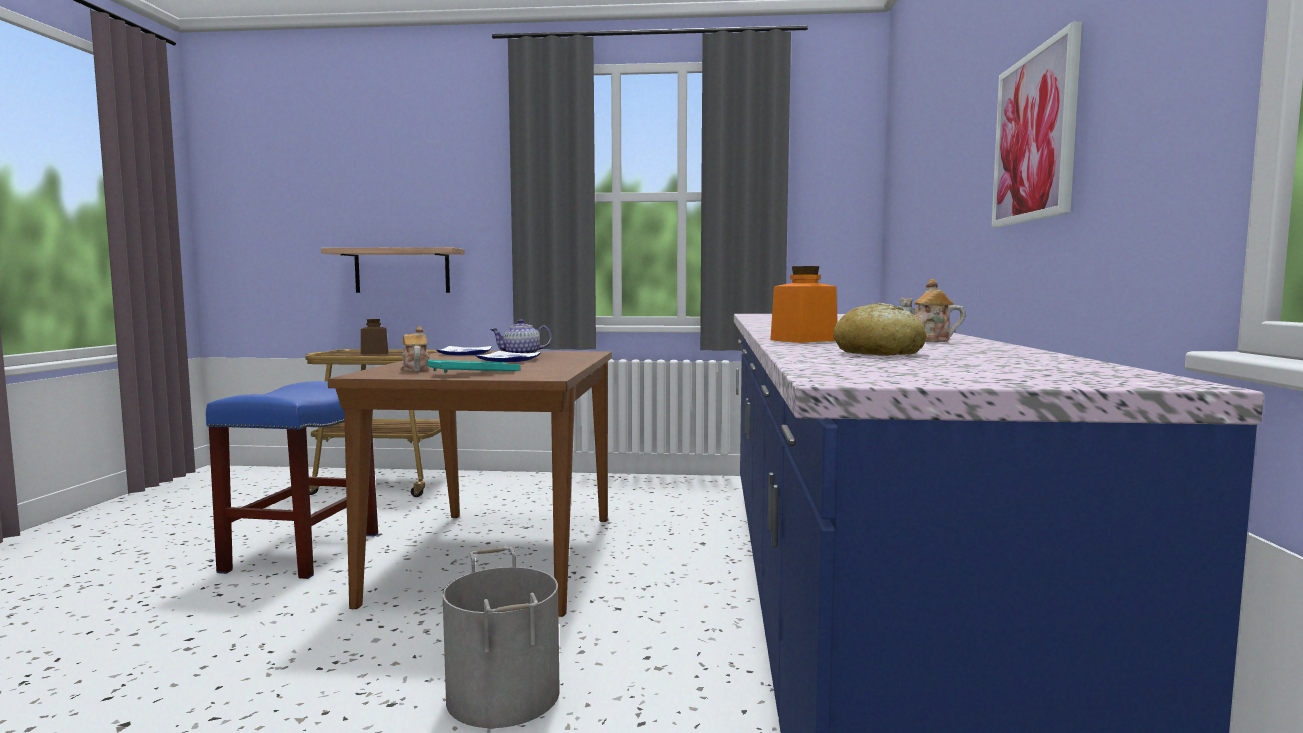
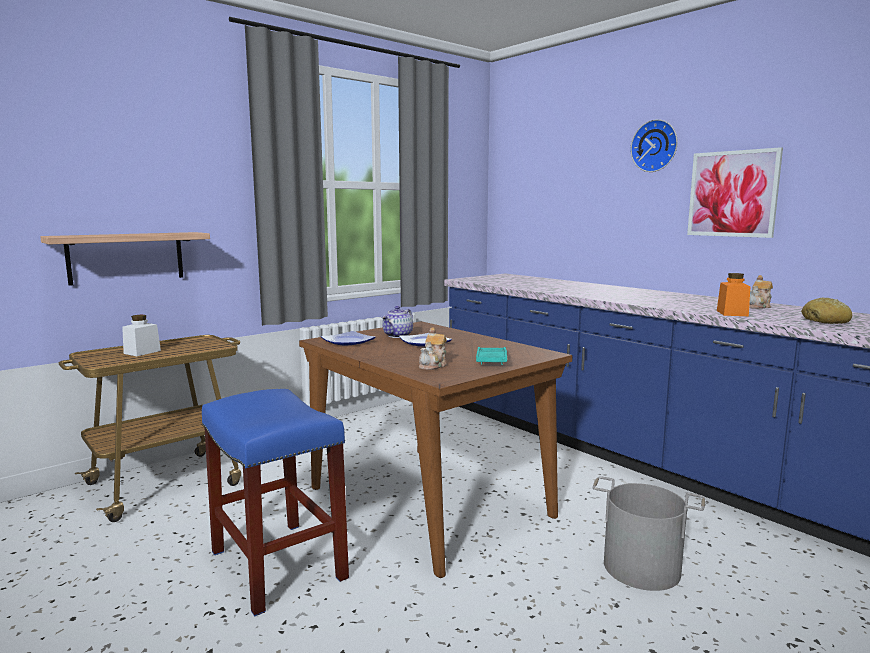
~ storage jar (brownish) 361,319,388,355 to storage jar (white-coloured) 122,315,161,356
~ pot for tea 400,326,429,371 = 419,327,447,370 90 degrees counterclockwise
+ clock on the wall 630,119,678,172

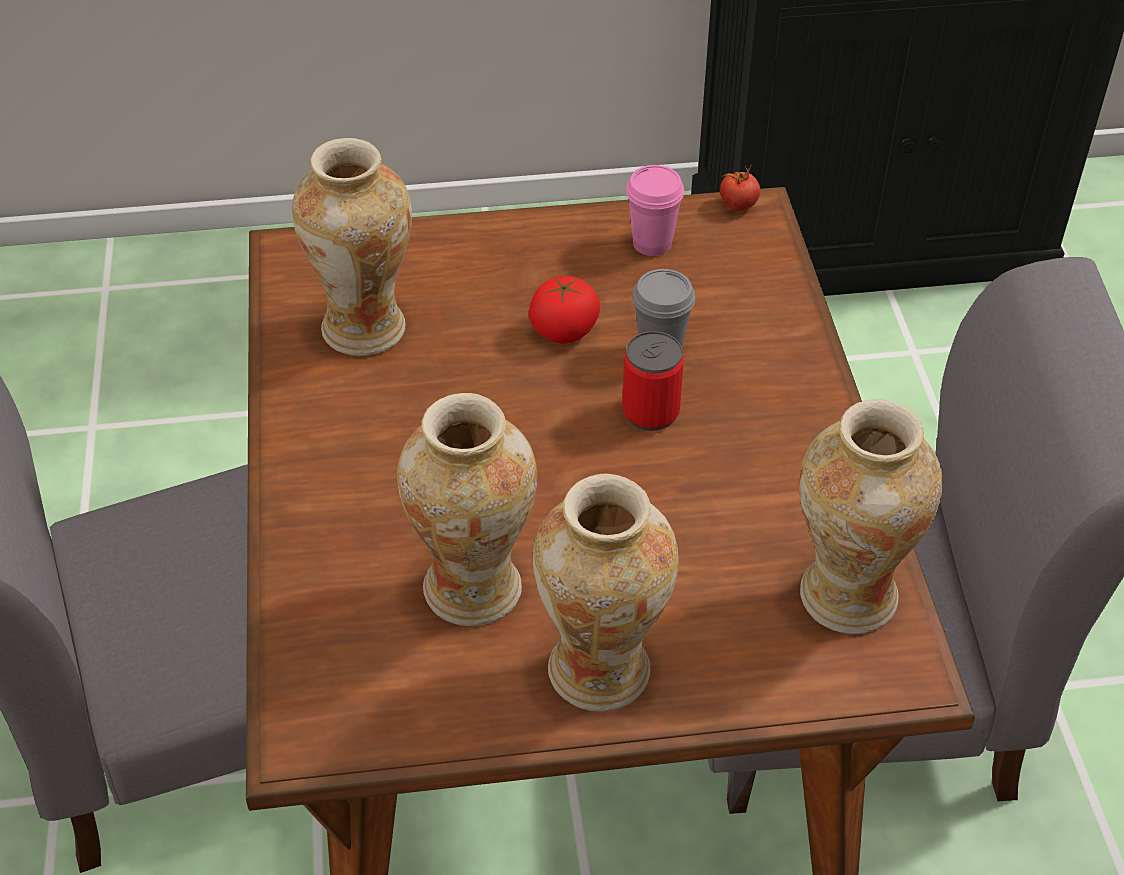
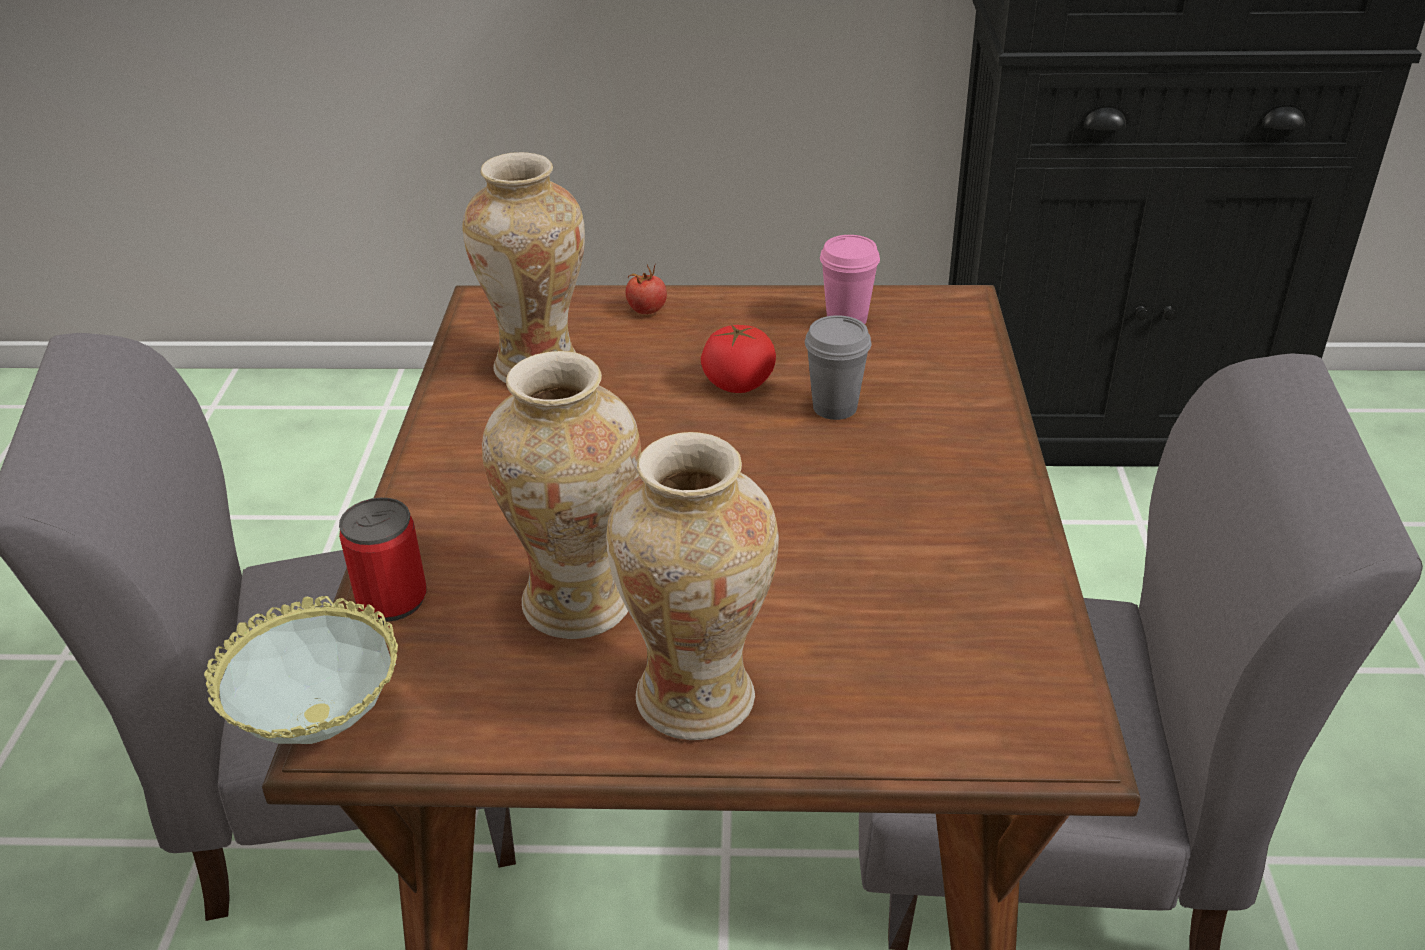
~ can 622,331,684,431 to 339,498,427,622
~ tomato 720,164,760,211 to 625,264,667,314
- flower vase 799,399,942,634
+ deep dish 204,596,398,744

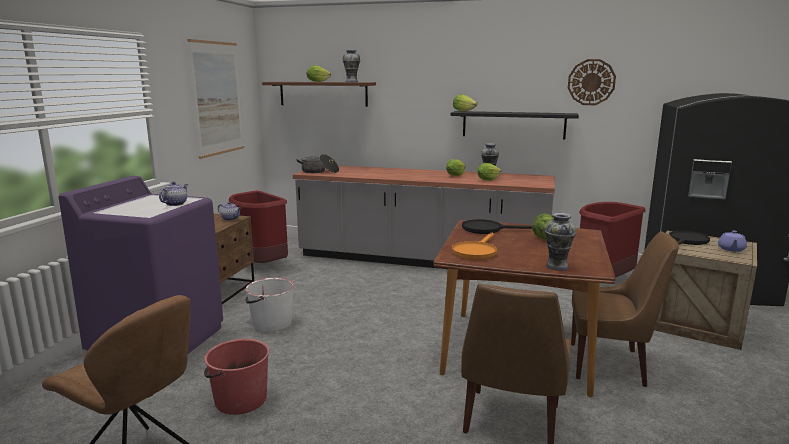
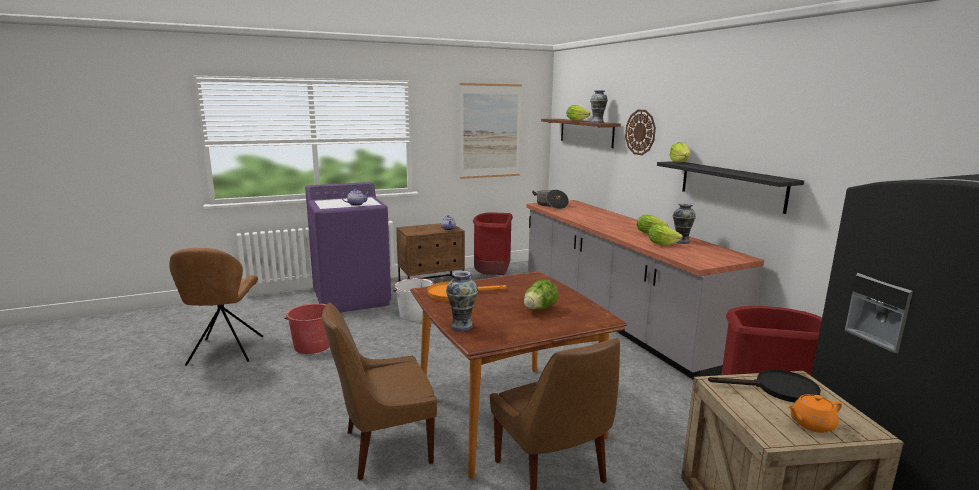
- frying pan (black) 462,219,532,234
~ clock on the wall 568,59,616,105 to 625,110,656,155
~ pot for tea (purple) 718,230,747,252 to pot for tea (orange-coloured) 787,394,842,433

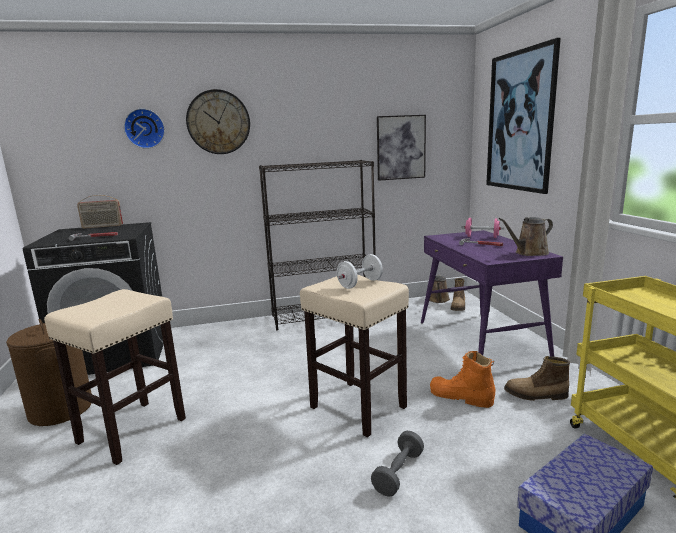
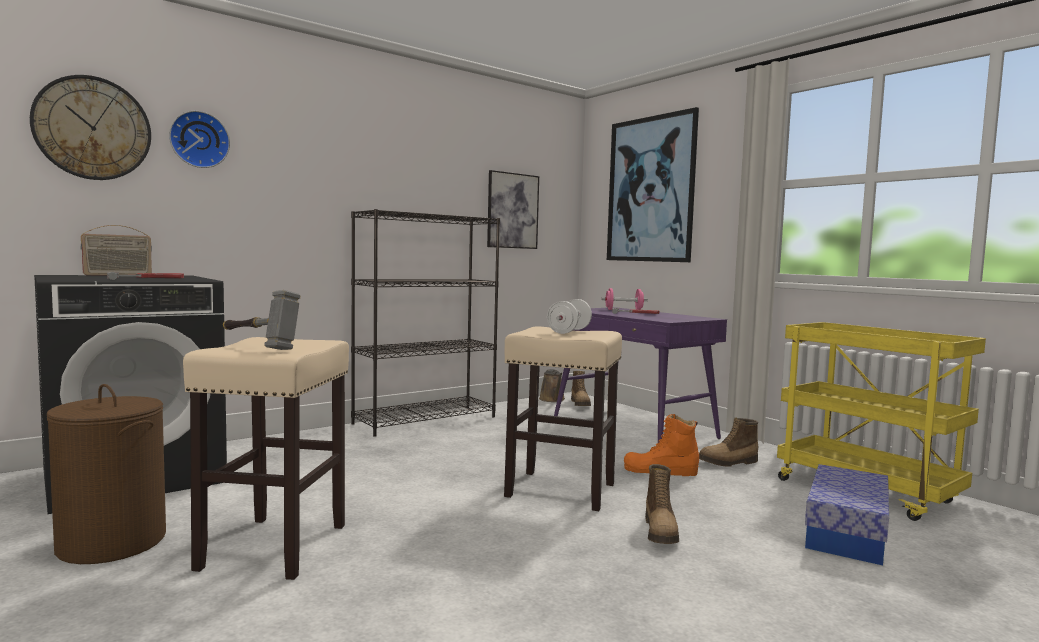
~ clock on the wall 186,89,250,154 to 30,75,151,180
~ free weight (gray) 371,431,424,497 to high-top boot 645,464,679,544
- sprinkling can (brownish) 499,217,553,256
+ hammer 223,290,300,350

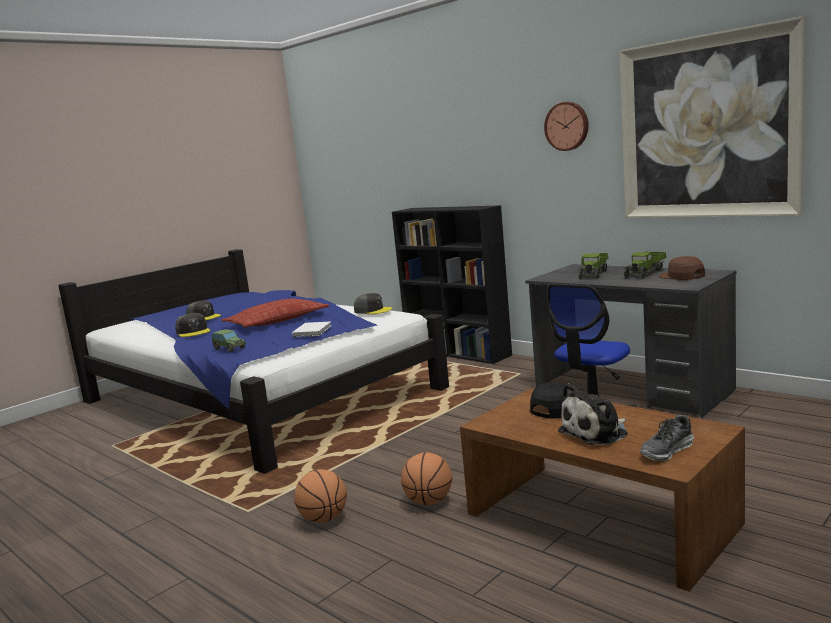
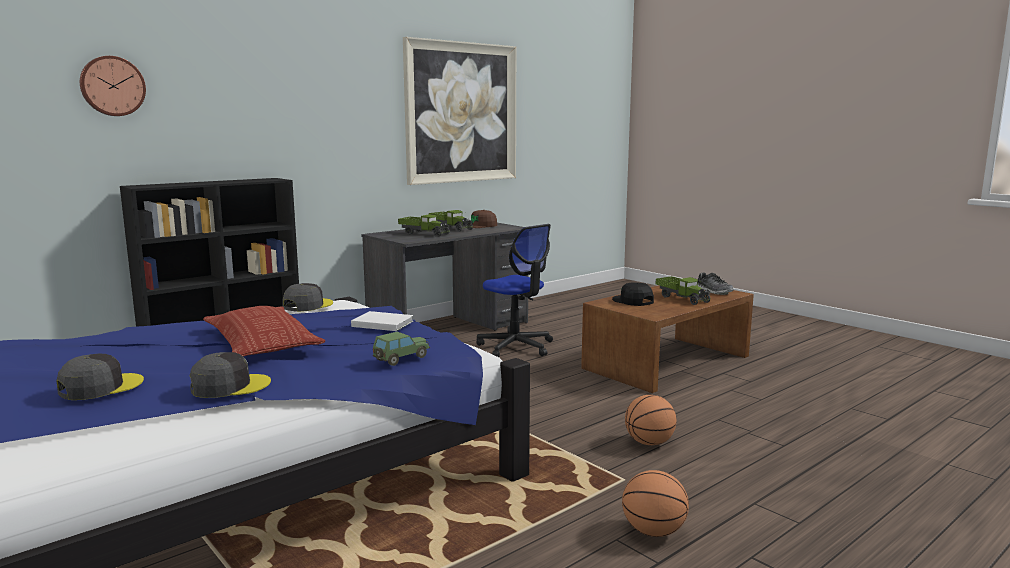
~ basketball 401,452,452,505 to 622,470,689,537
~ clock on the wall 544,102,589,151 to 80,56,146,116
~ cuddly toy 558,383,628,445 to toy lorry 656,276,711,305

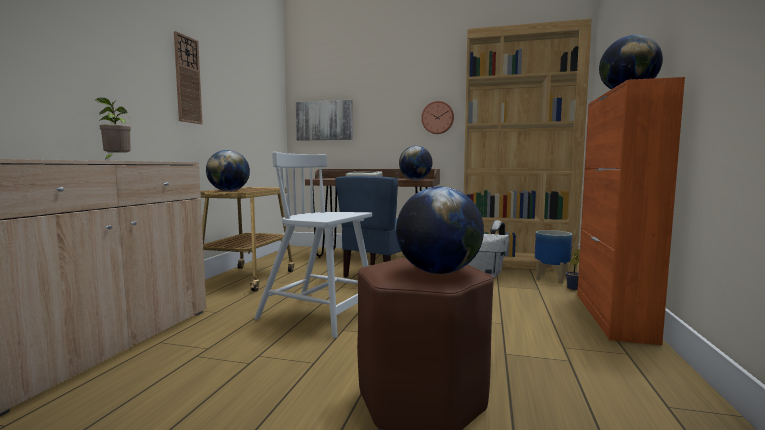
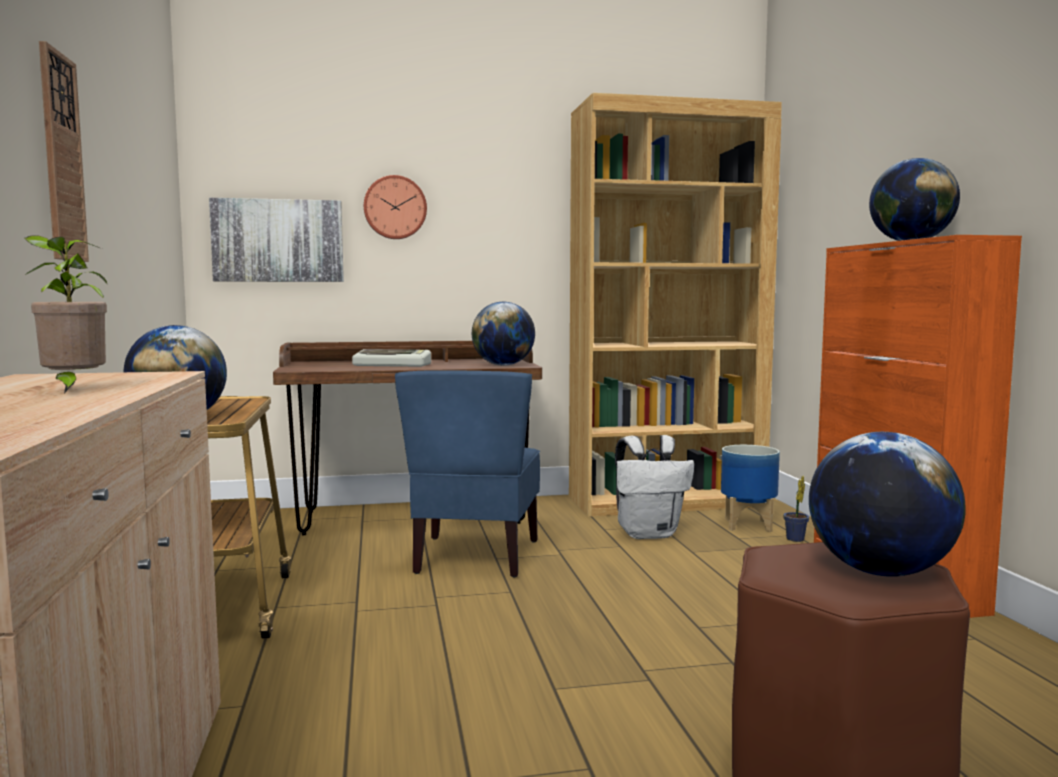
- chair (white-coloured) 254,152,372,338
~ clock on the wall 421,101,454,134 to 364,175,427,239

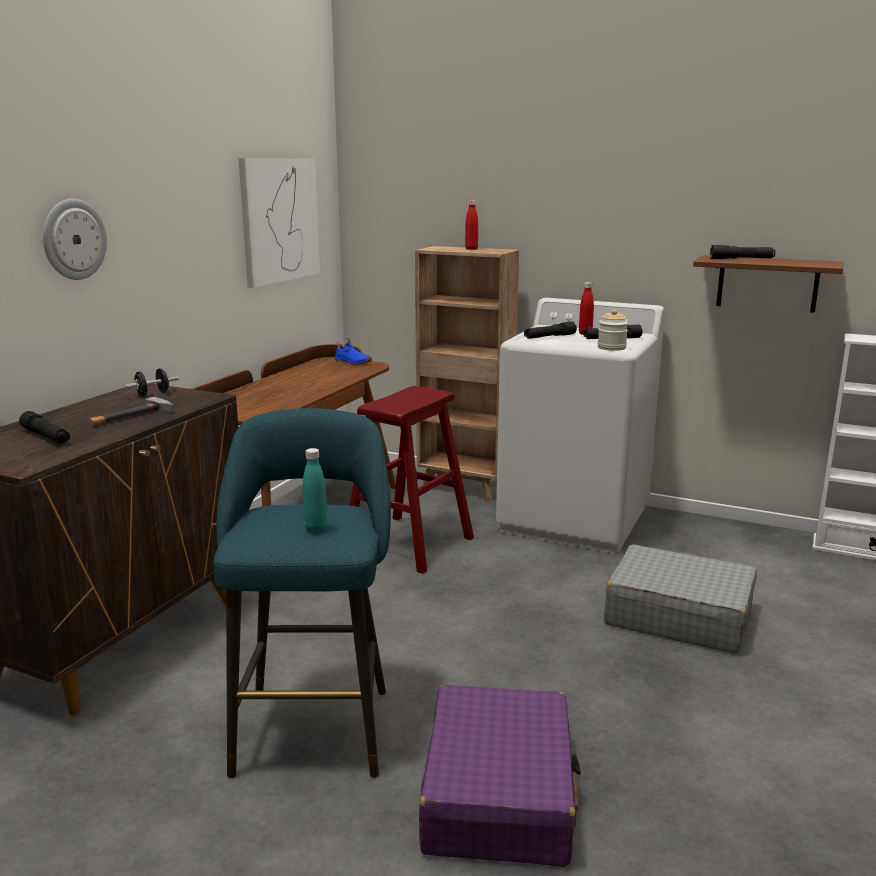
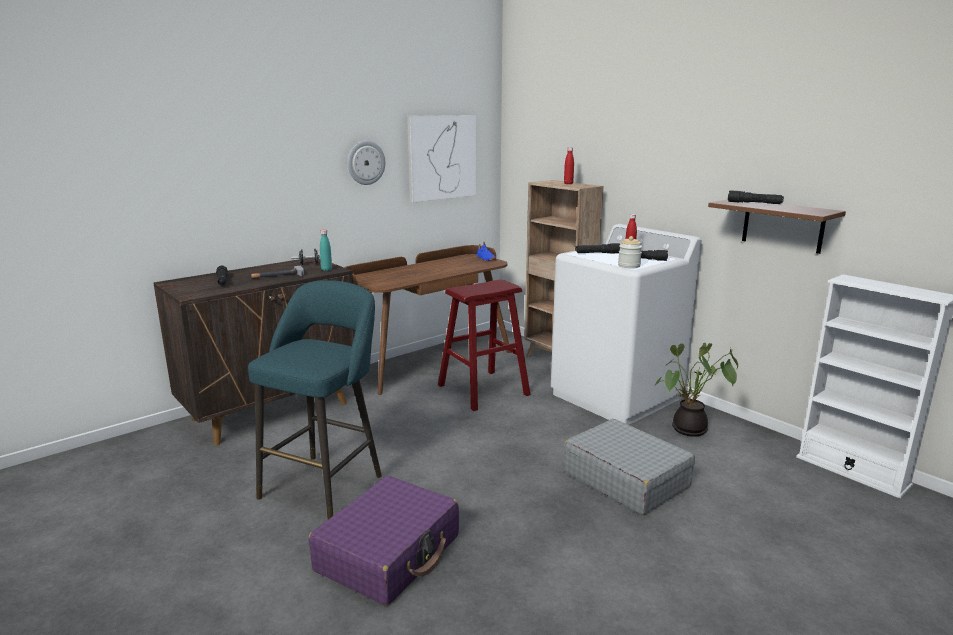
~ clock on the wall 43,199,107,280 to 348,141,385,185
~ bottle (blue-green) 303,448,327,533 to 320,230,332,271
+ houseplant 655,343,738,437

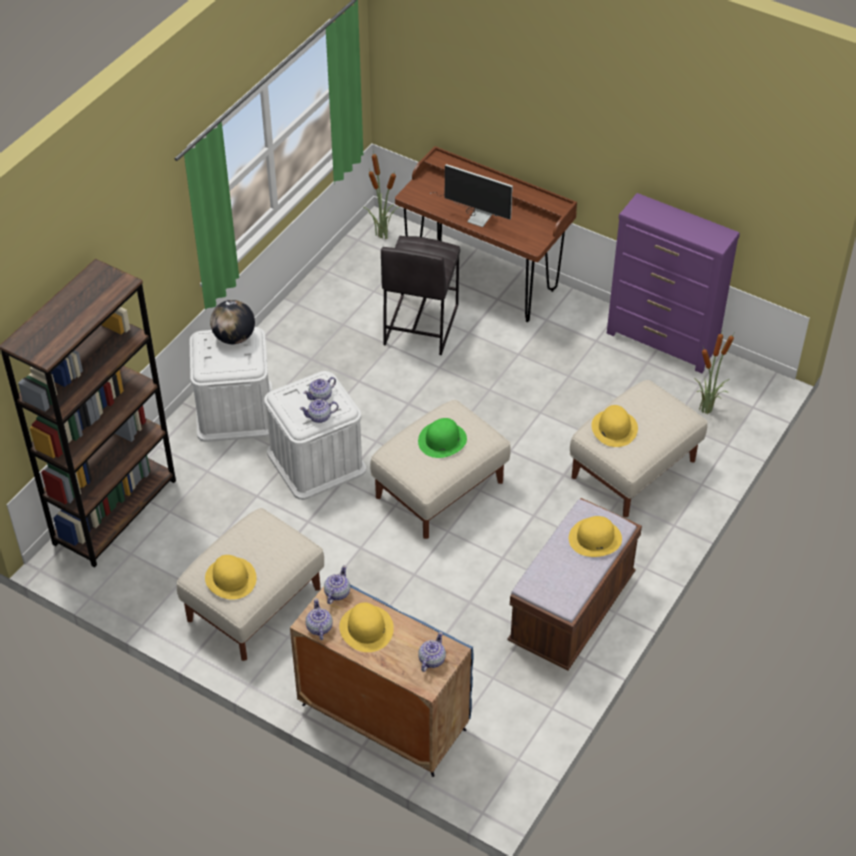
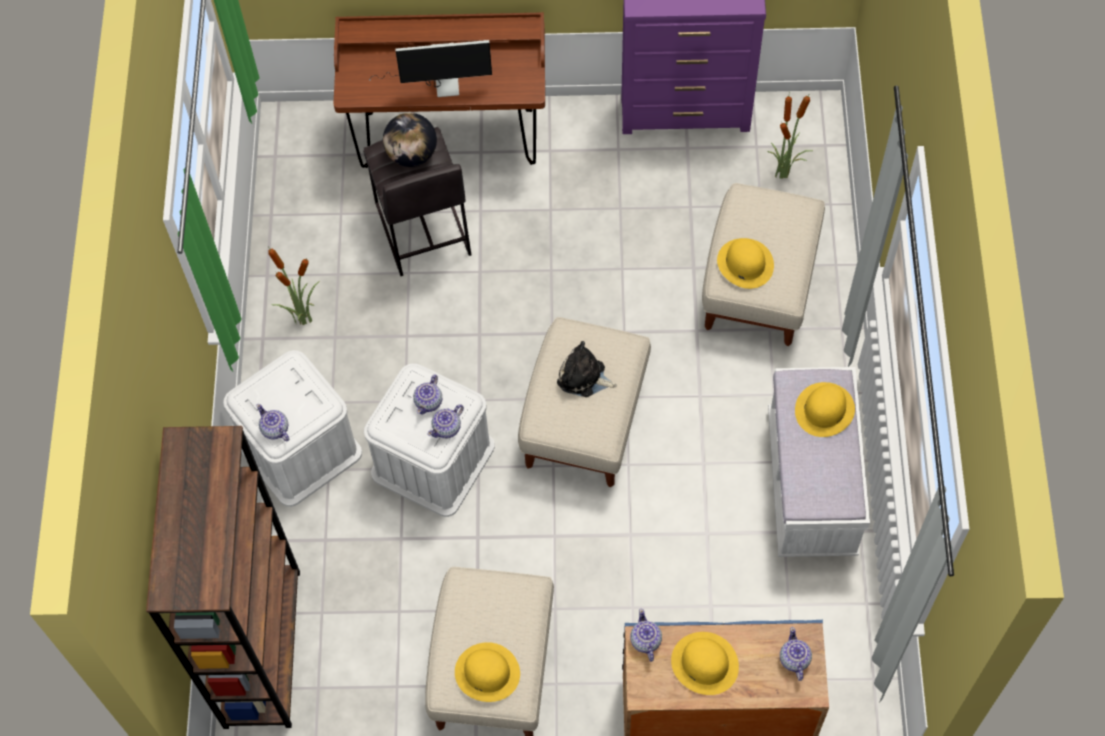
~ world globe 210,300,255,344 to 383,113,437,167
~ pot for tea 306,598,333,640 to 256,404,289,441
~ houseplant 364,151,400,239 to 267,245,320,325
~ clothing hat (greenish) 418,418,467,458 to cuddly toy 557,341,617,397
~ bench (brownish) 507,498,642,671 to bench (white-coloured) 768,367,870,557

